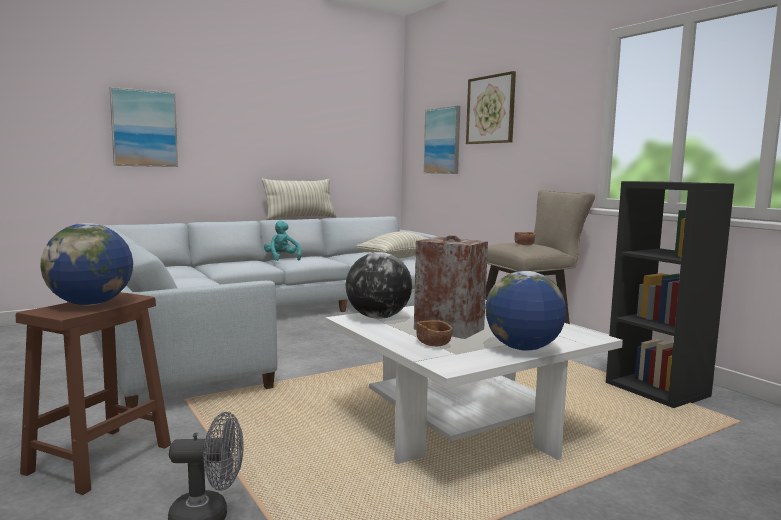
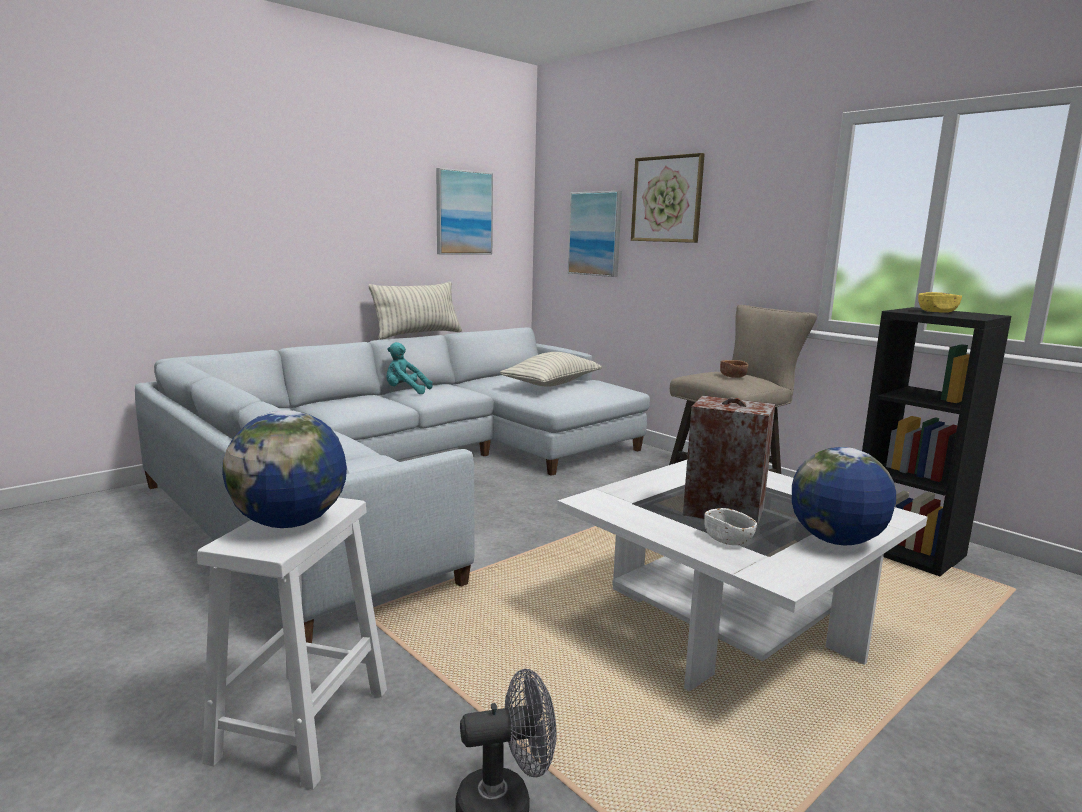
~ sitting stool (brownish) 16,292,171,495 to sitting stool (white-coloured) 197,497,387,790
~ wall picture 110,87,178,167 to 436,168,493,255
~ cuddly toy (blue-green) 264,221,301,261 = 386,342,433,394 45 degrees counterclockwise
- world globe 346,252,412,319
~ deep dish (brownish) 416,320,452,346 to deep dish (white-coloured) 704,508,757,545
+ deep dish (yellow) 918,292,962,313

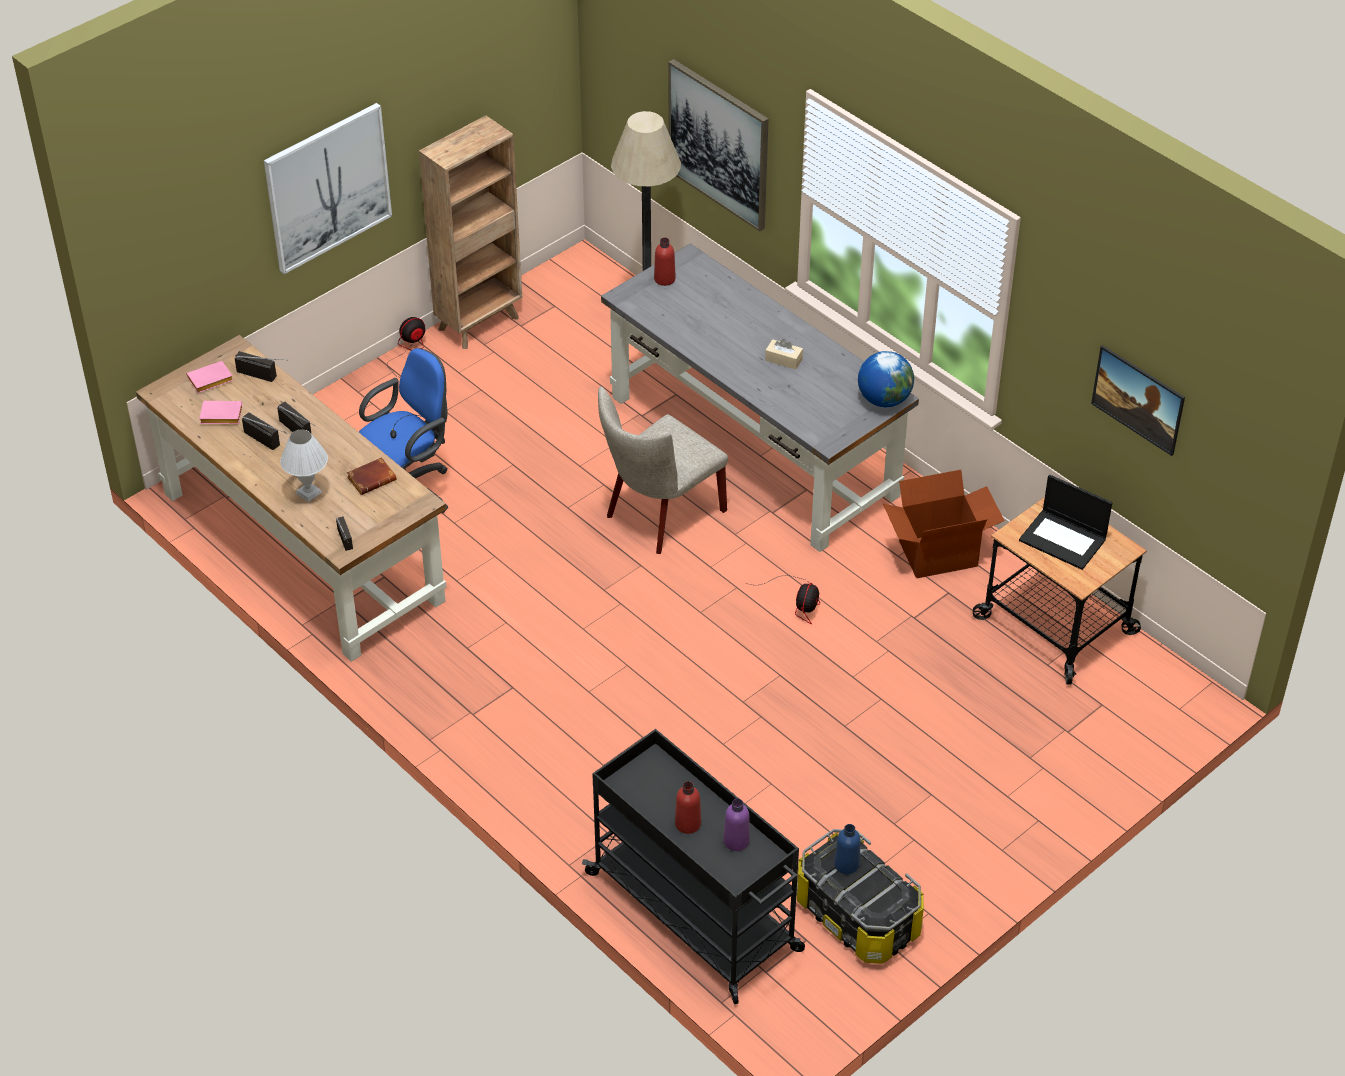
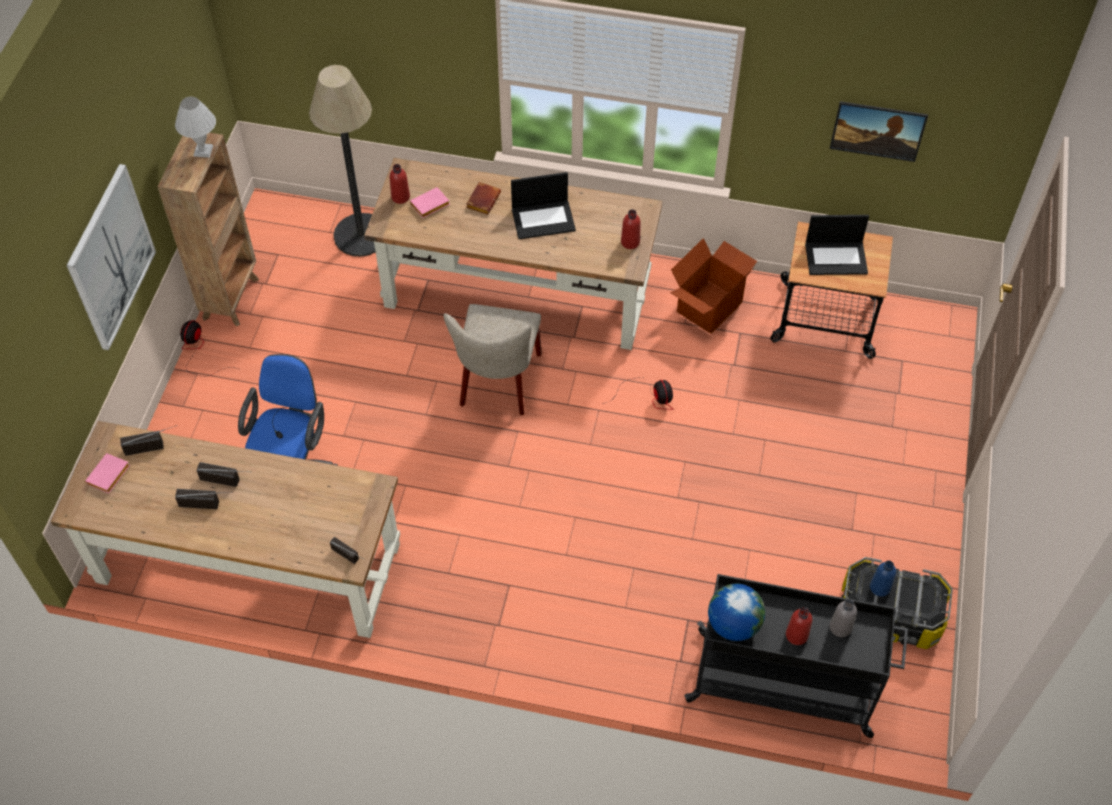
~ volume (pink) 199,400,243,424 to 410,187,450,218
~ lamp for a table (white-coloured) 280,429,328,502 to 175,97,216,158
~ volume (brownish) 347,457,396,495 to 466,182,501,215
~ desk (gray) 601,243,919,552 to desk (brownish) 364,158,663,350
- wall picture 668,59,768,232
~ bottle (purple) 723,799,750,851 to bottle (gray) 830,599,857,637
~ tissue box (beige-coloured) 765,339,803,370 to portable computer 511,172,576,239
~ world globe 858,351,914,407 to 708,584,765,641
+ bottle (red) 621,209,641,249

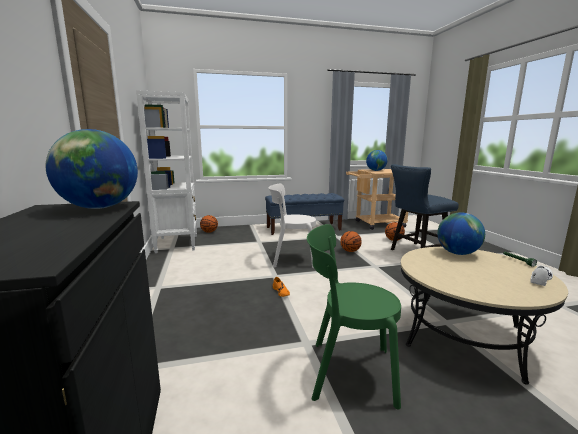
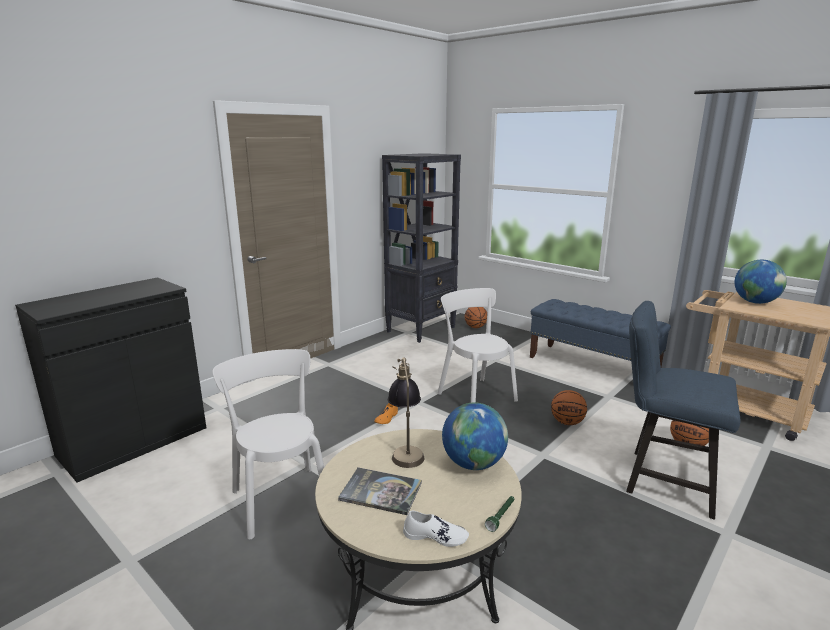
- world globe 46,129,138,209
~ bookcase (white-coloured) 136,90,197,253 to bookcase (black) 382,153,461,343
~ chair (greenish) 307,224,401,409 to chair (white-coloured) 212,349,324,539
+ volume 338,467,422,515
+ lamp for a table 388,358,425,468

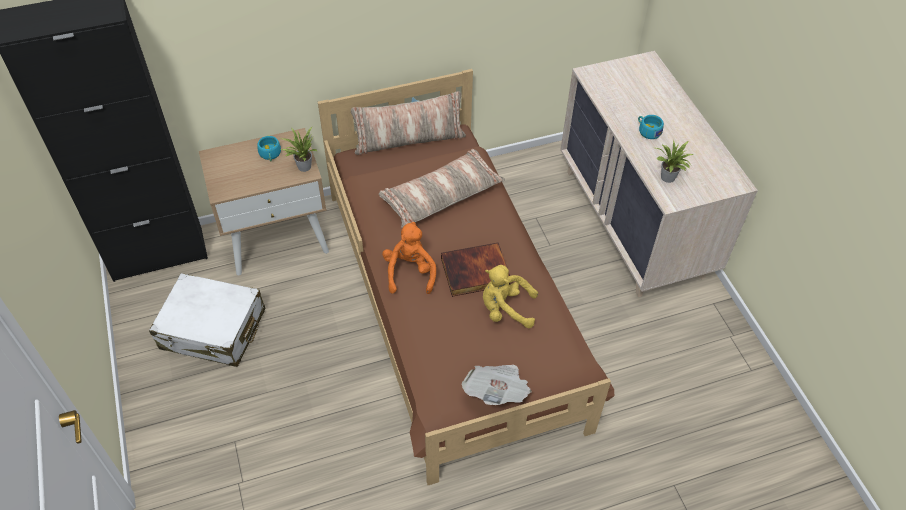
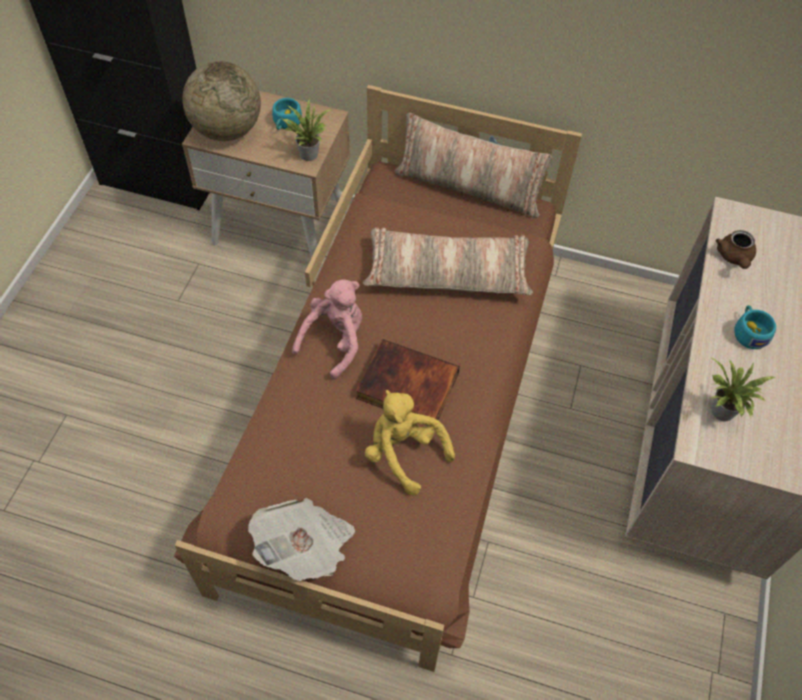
- piece of luggage (white-coloured) 149,273,265,367
~ cuddly toy (orange-coloured) 382,222,436,294 to cuddly toy (pink) 292,279,362,380
+ world globe 182,61,261,141
+ pot for tea (brownish) 716,230,756,269

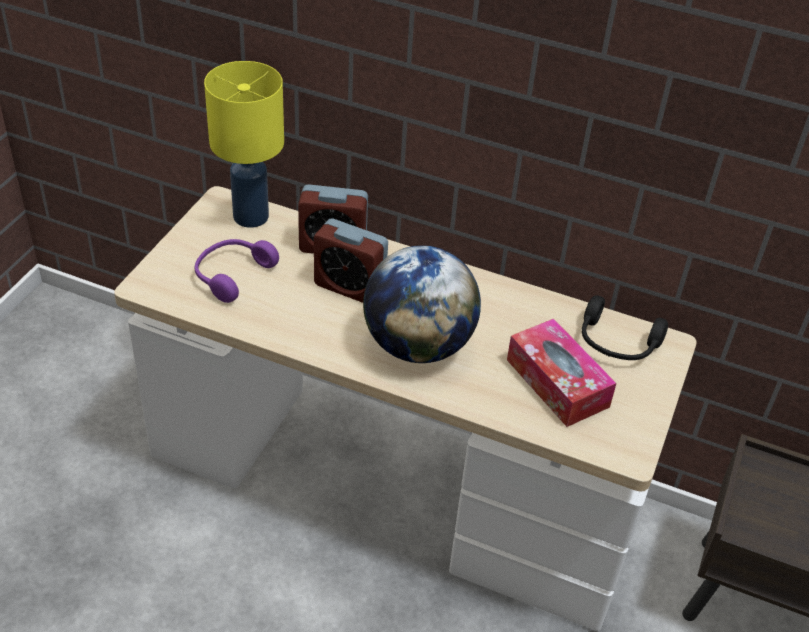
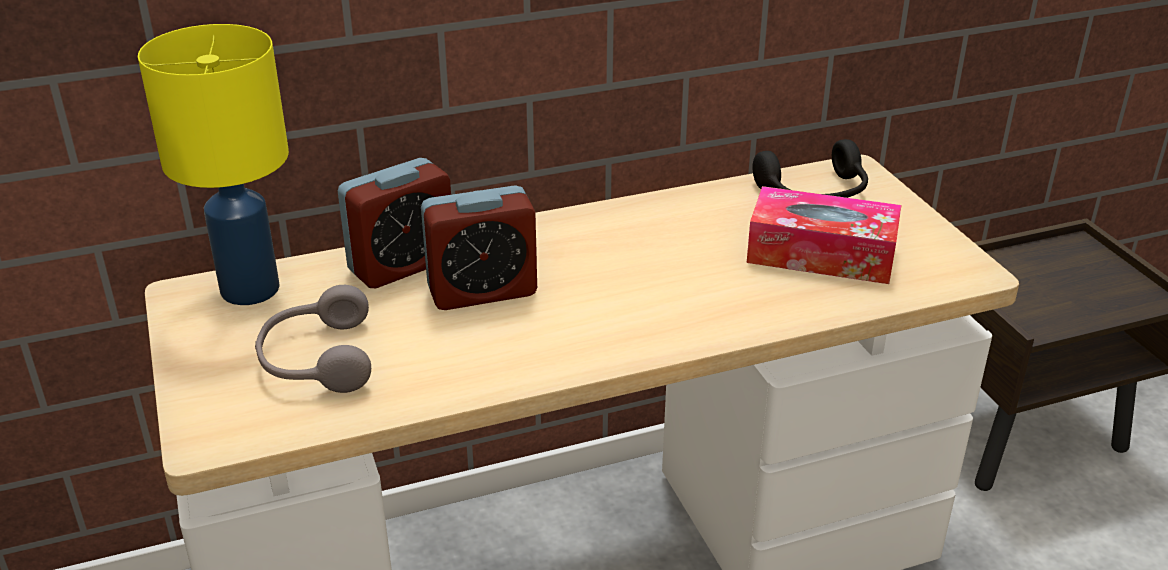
~ pair of headphones (purple) 195,239,279,303 to pair of headphones (gray) 255,285,371,393
- world globe 363,245,481,363

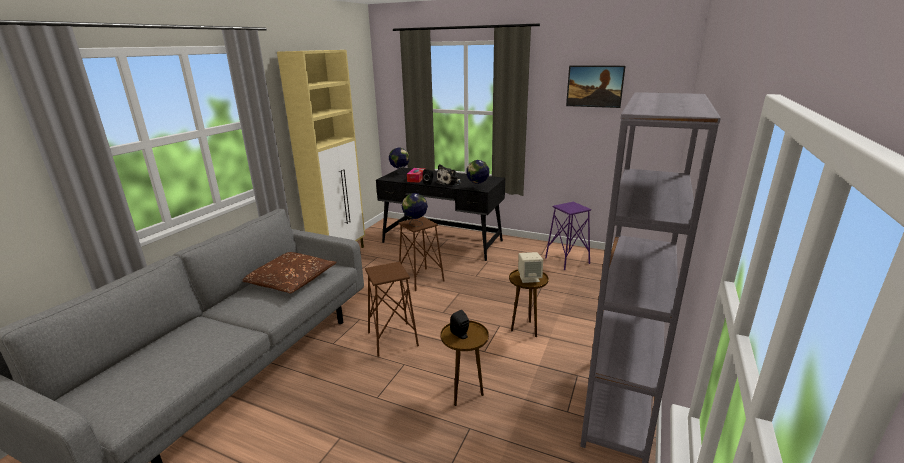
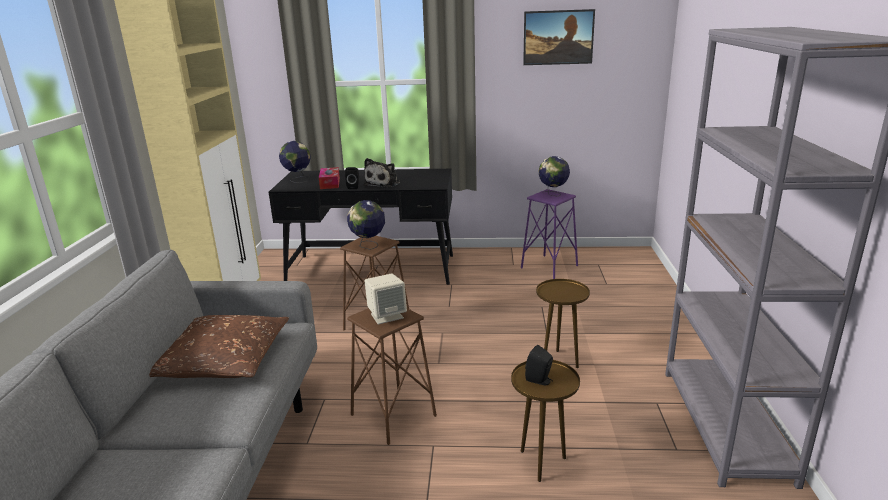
~ world globe 466,160,489,191 to 539,156,570,197
~ loudspeaker (beige-coloured) 518,252,543,283 to 365,273,407,325

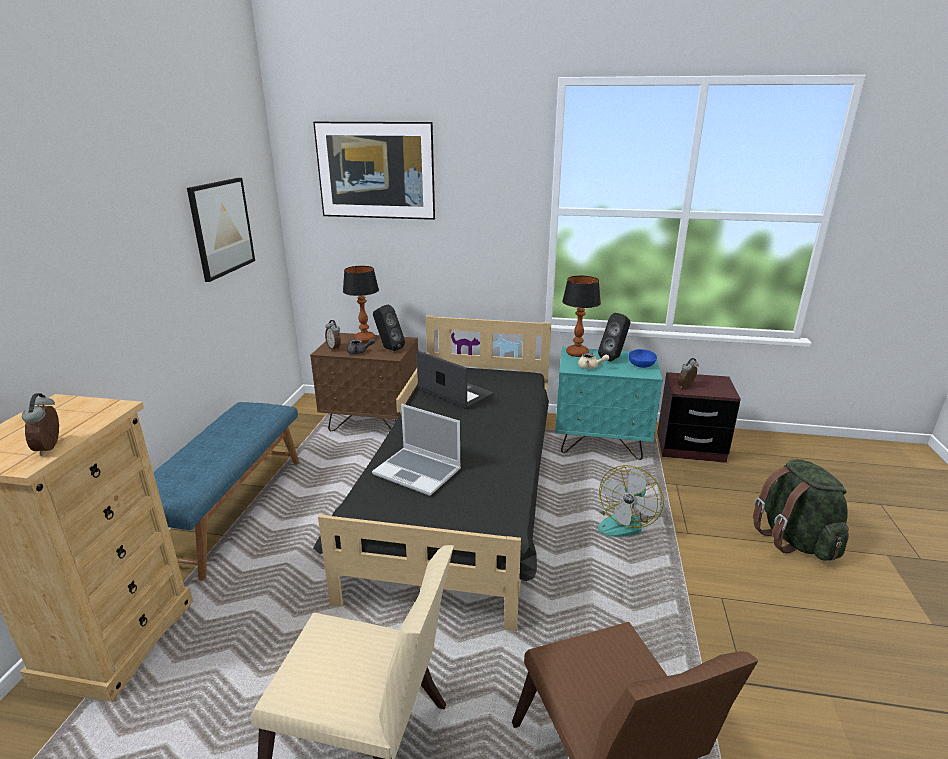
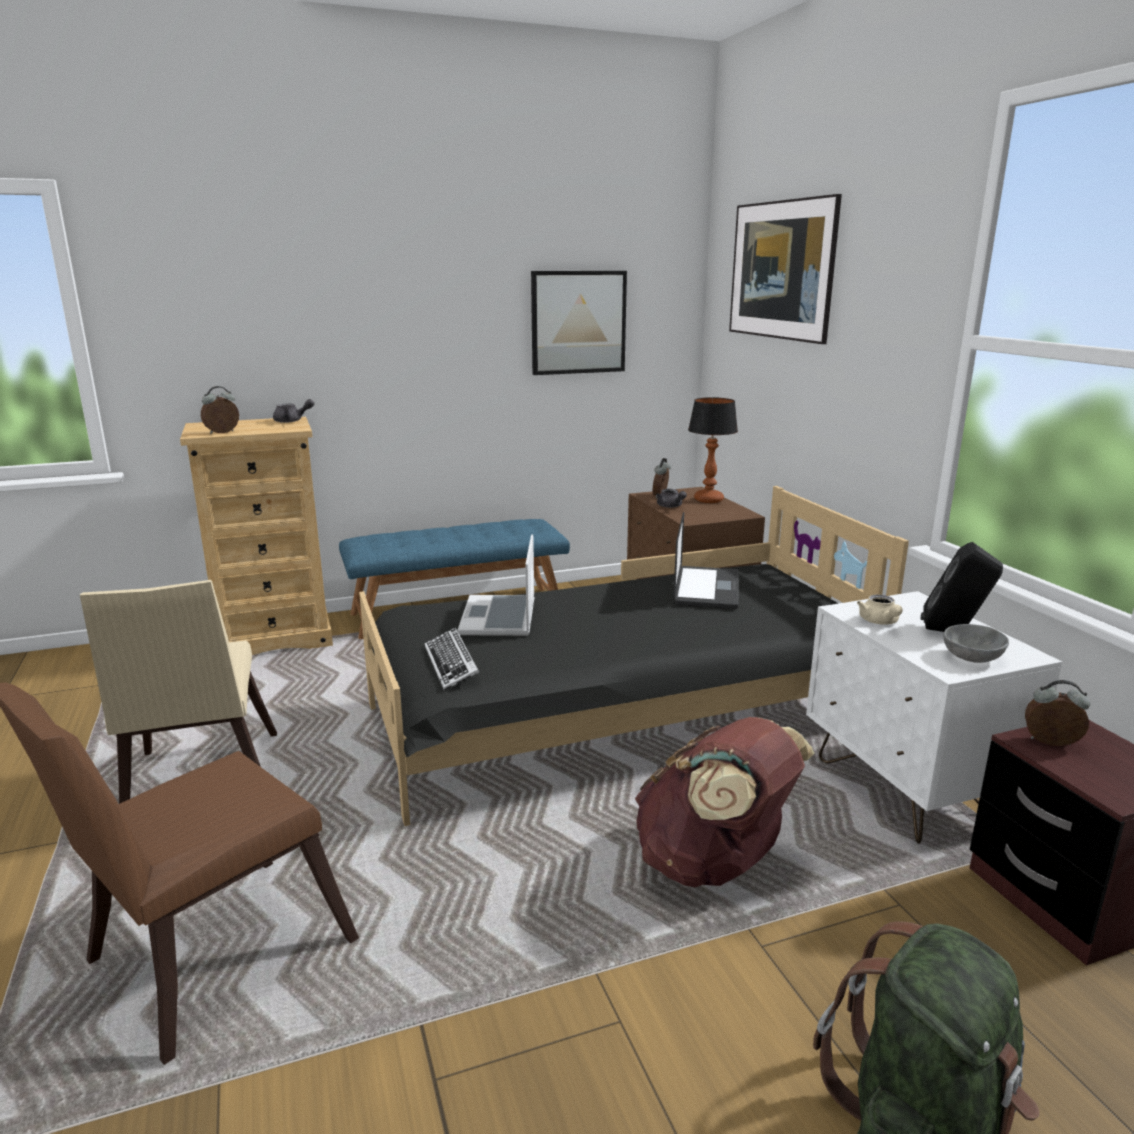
- loudspeaker (black) 373,304,405,351
~ nightstand (blue-green) 555,347,663,460 to nightstand (white-coloured) 806,591,1062,844
- lamp for a table 562,276,601,357
~ fan 595,465,664,537 to rucksack (brownish) 635,717,815,887
~ deep dish (bluish) 629,349,657,368 to deep dish (gray) 943,624,1009,663
+ pot for tea (gray) 273,399,314,423
+ computer keyboard 425,628,479,691

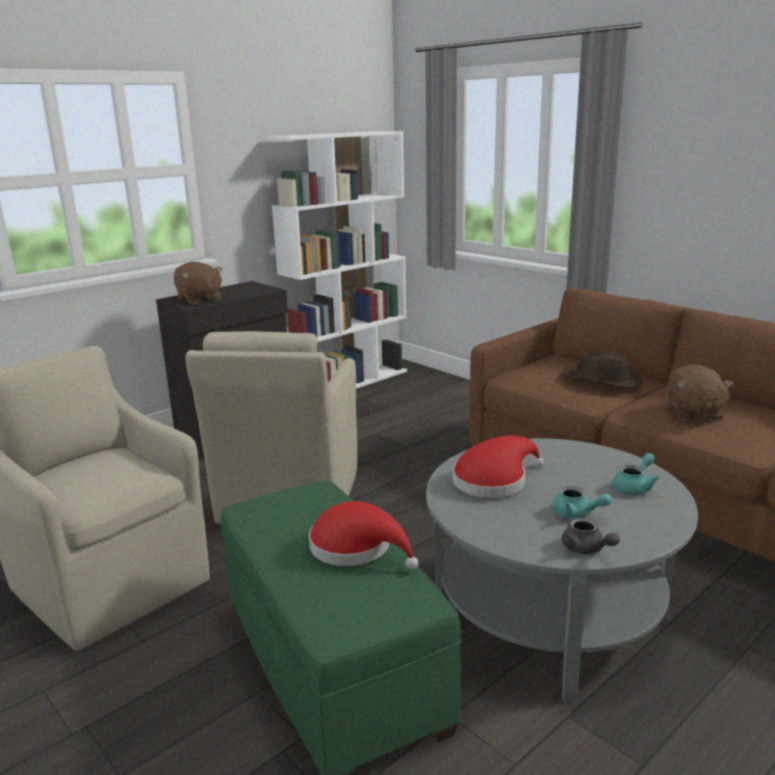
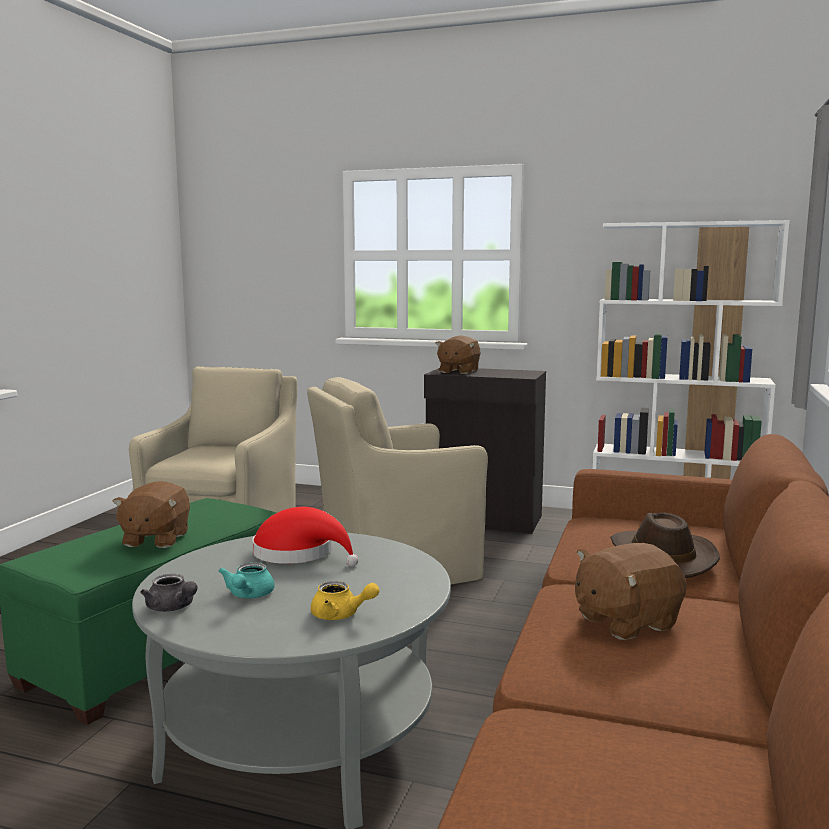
~ clothing hat (red) 309,501,419,570 to cuddly toy (brownish) 112,481,190,548
~ pot for tea (gray) 562,518,620,554 = 140,574,197,612 75 degrees counterclockwise
~ pot for tea (blue-green) 612,453,660,495 to pot for tea (yellow) 311,581,379,620

